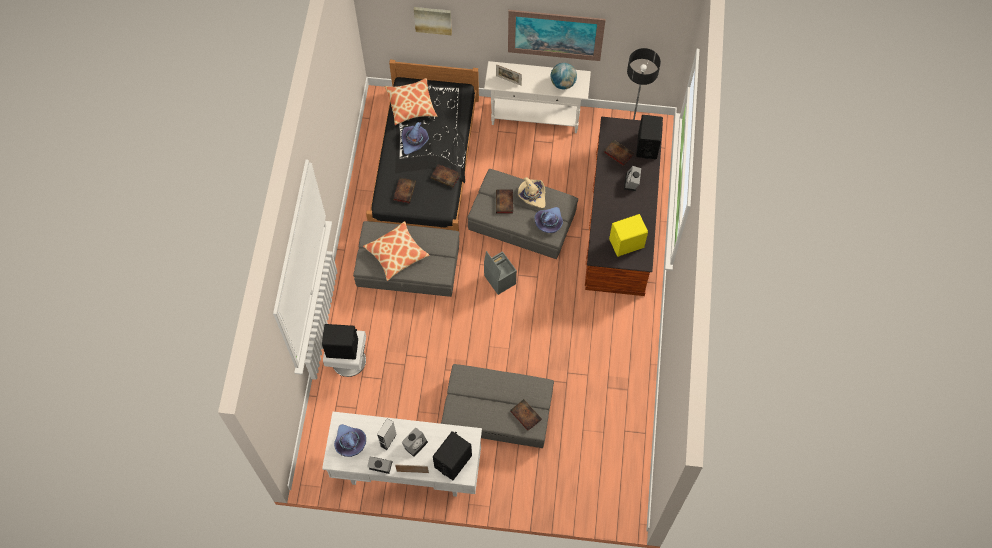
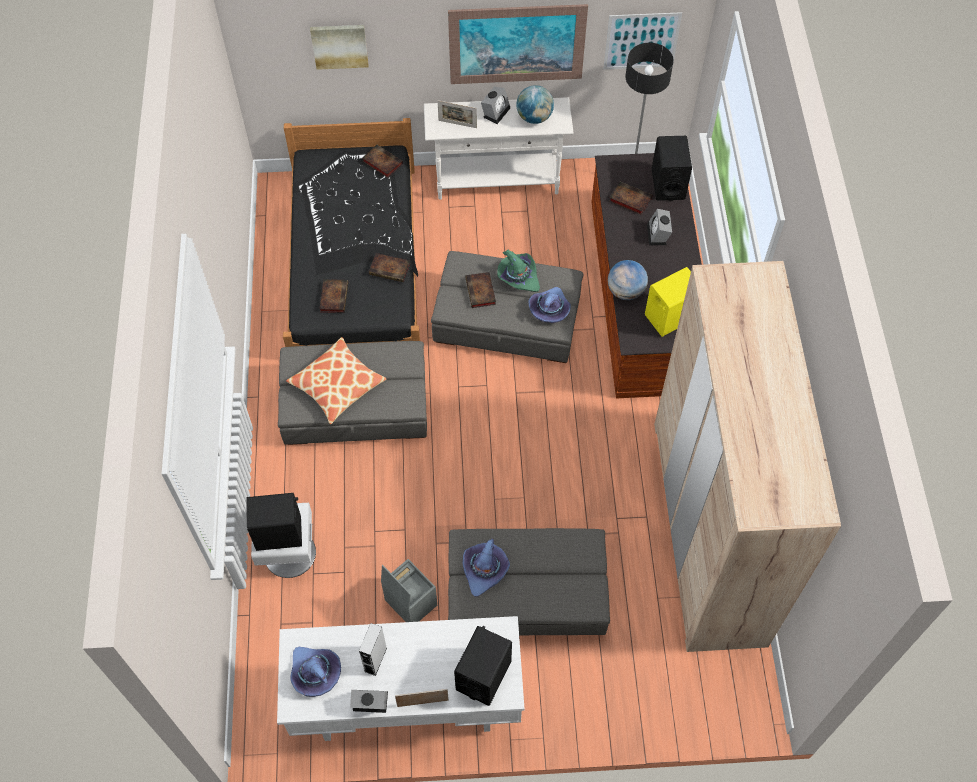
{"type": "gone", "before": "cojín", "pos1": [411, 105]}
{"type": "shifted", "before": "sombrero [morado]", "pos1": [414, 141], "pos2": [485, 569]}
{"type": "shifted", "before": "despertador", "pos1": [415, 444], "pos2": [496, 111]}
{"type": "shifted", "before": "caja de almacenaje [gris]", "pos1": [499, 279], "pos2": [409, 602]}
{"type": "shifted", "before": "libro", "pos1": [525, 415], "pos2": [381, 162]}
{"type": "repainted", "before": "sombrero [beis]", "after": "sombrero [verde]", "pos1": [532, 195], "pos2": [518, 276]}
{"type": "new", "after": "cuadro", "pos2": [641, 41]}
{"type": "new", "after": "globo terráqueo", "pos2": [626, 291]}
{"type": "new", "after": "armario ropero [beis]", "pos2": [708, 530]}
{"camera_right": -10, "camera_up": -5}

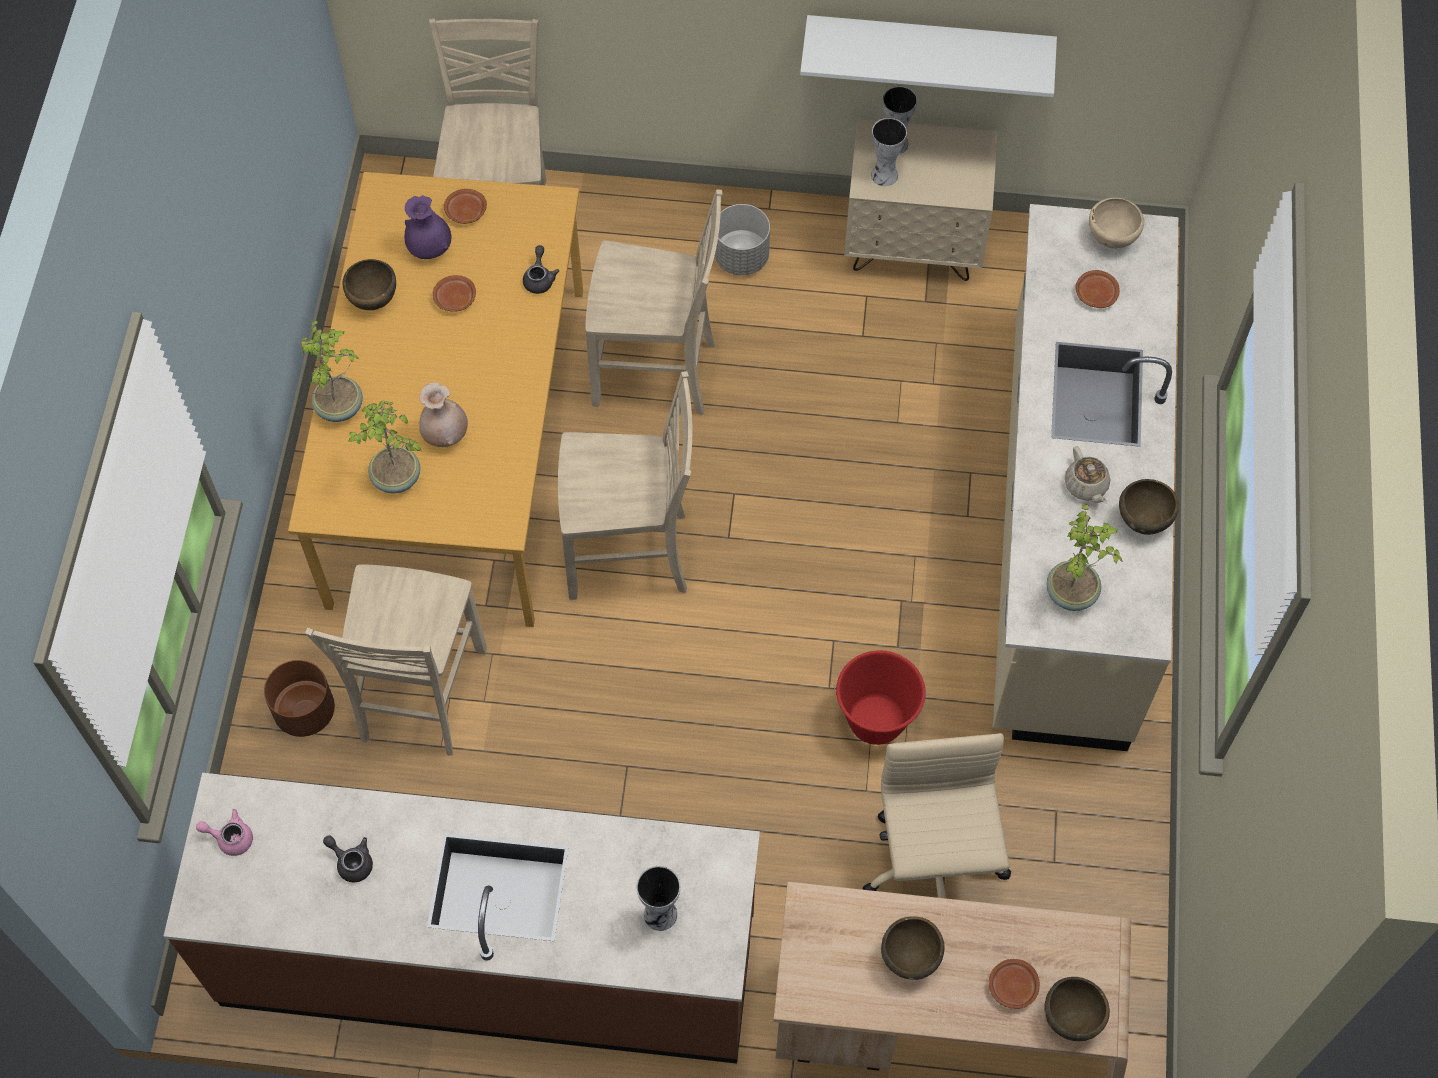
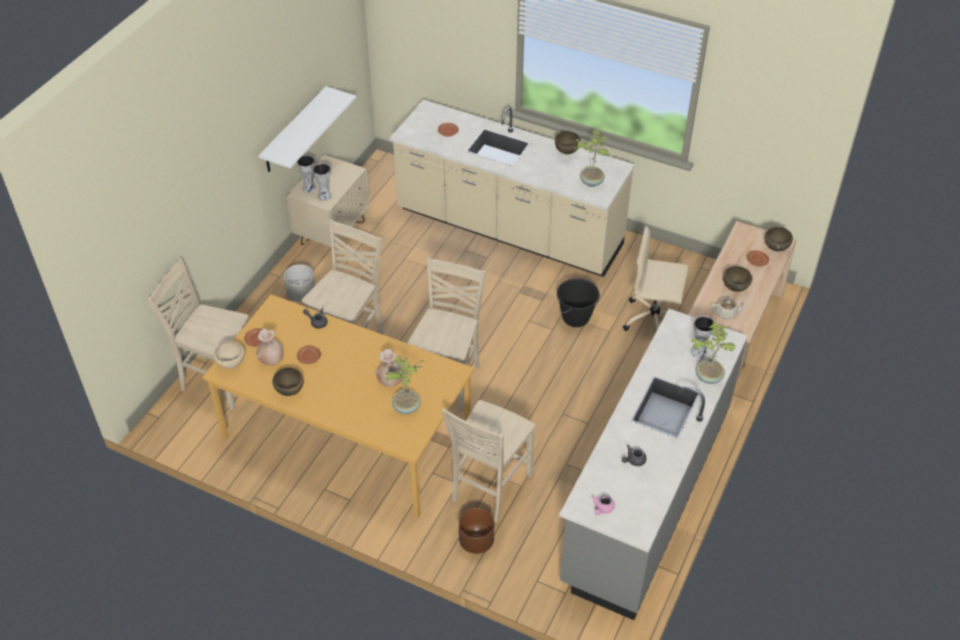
{"type": "repainted", "before": "mueble bajo de cocina [marrón]", "after": "mueble bajo de cocina [gris]", "pos1": [489, 959], "pos2": [645, 495]}
{"type": "shifted", "before": "planta en maceta", "pos1": [340, 406], "pos2": [708, 376]}
{"type": "rotated", "before": "silla [beis]", "pos1": [419, 697], "pos2": [489, 488], "turn": 90}
{"type": "repainted", "before": "florero [morado]", "after": "florero [beis]", "pos1": [430, 249], "pos2": [271, 360]}
{"type": "repainted", "before": "cubo [rojo]", "after": "cubo [negro]", "pos1": [876, 720], "pos2": [576, 318]}
{"type": "shifted", "before": "tetera [beis]", "pos1": [1086, 486], "pos2": [726, 313]}
{"type": "shifted", "before": "cuenco [beis]", "pos1": [1110, 239], "pos2": [231, 365]}
{"camera_right": -70, "camera_up": -15}

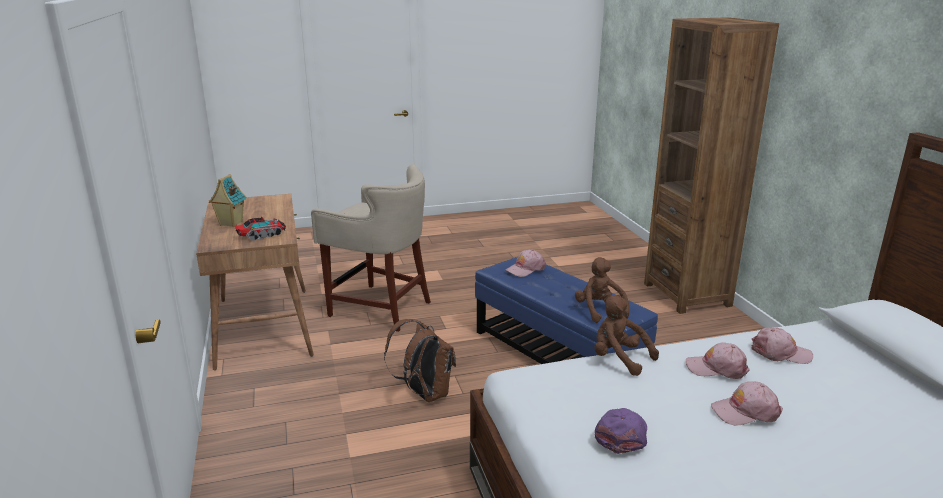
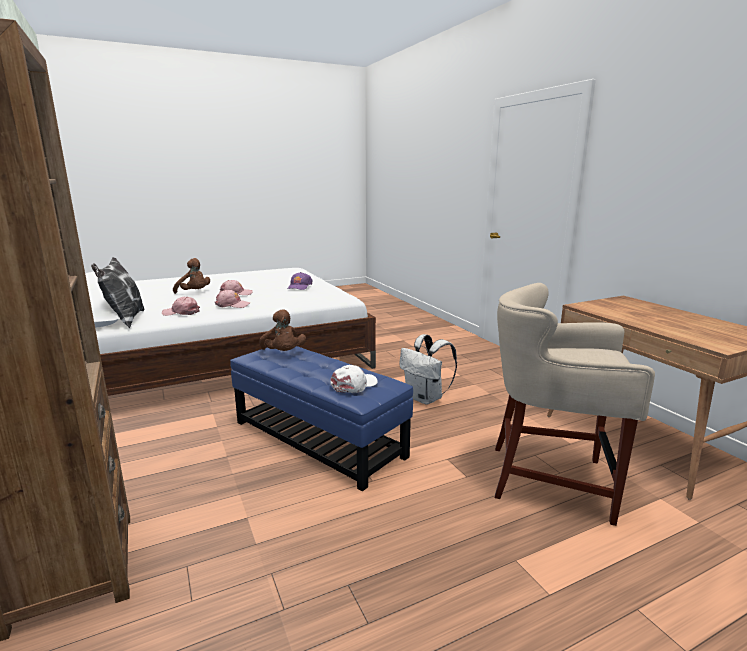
{"type": "gone", "before": "casita", "pos1": [230, 224]}
{"type": "gone", "before": "camión de juguete", "pos1": [262, 235]}
{"type": "repainted", "before": "mochila [marrón]", "after": "mochila [blanco]", "pos1": [424, 393], "pos2": [426, 398]}
{"type": "repainted", "before": "gorra [rosa]", "after": "gorra [blanco]", "pos1": [525, 269], "pos2": [354, 385]}
{"type": "shifted", "before": "peluche [marrón]", "pos1": [619, 359], "pos2": [194, 293]}
{"type": "new", "after": "cojín", "pos2": [125, 320]}
{"camera_right": 170, "camera_up": -5}

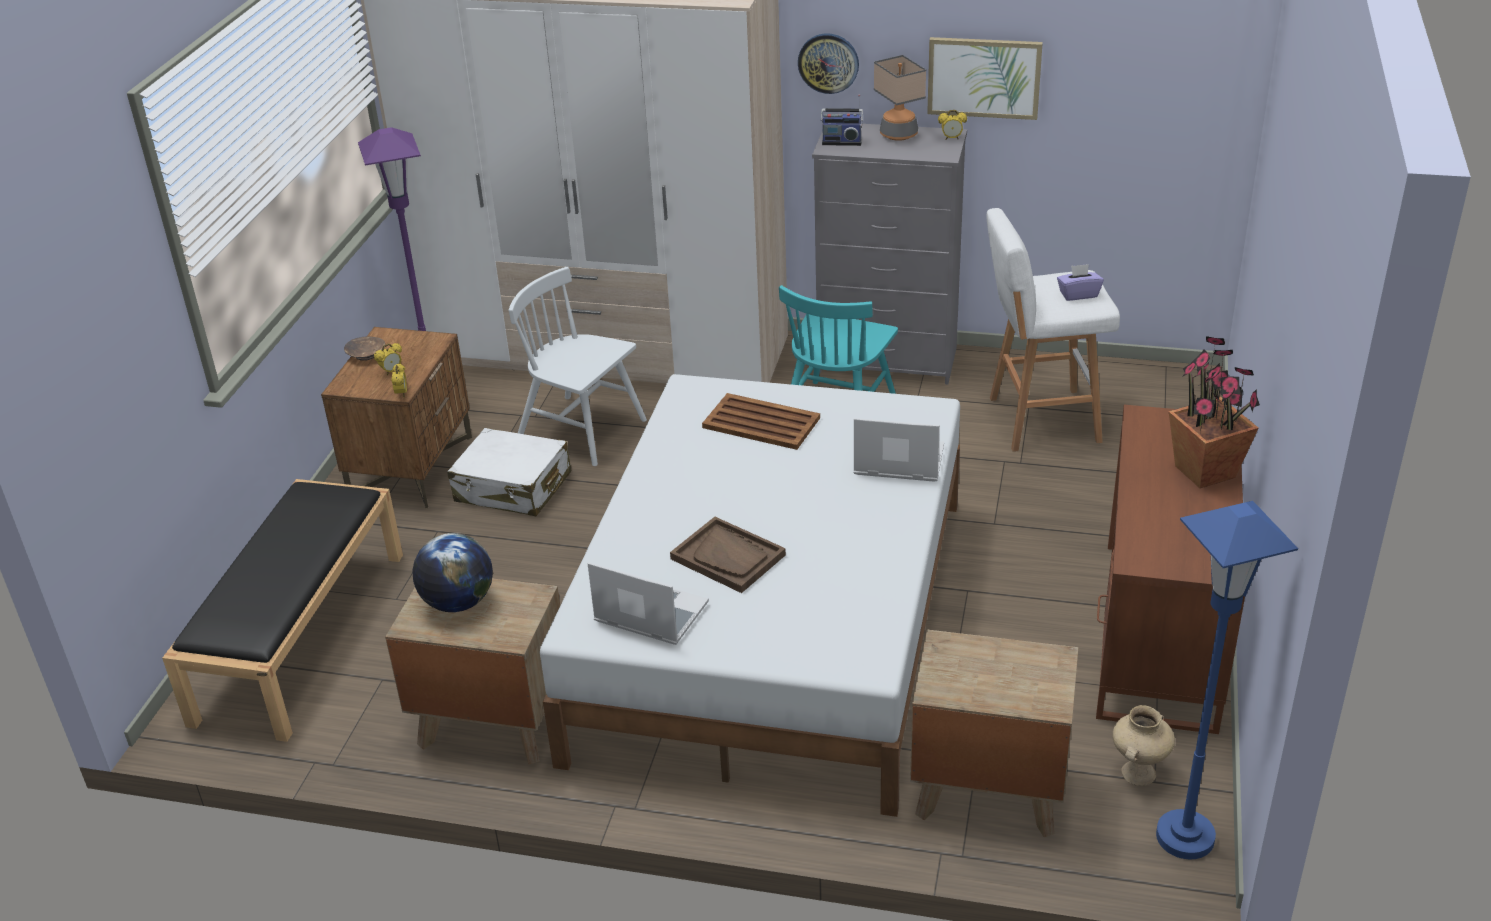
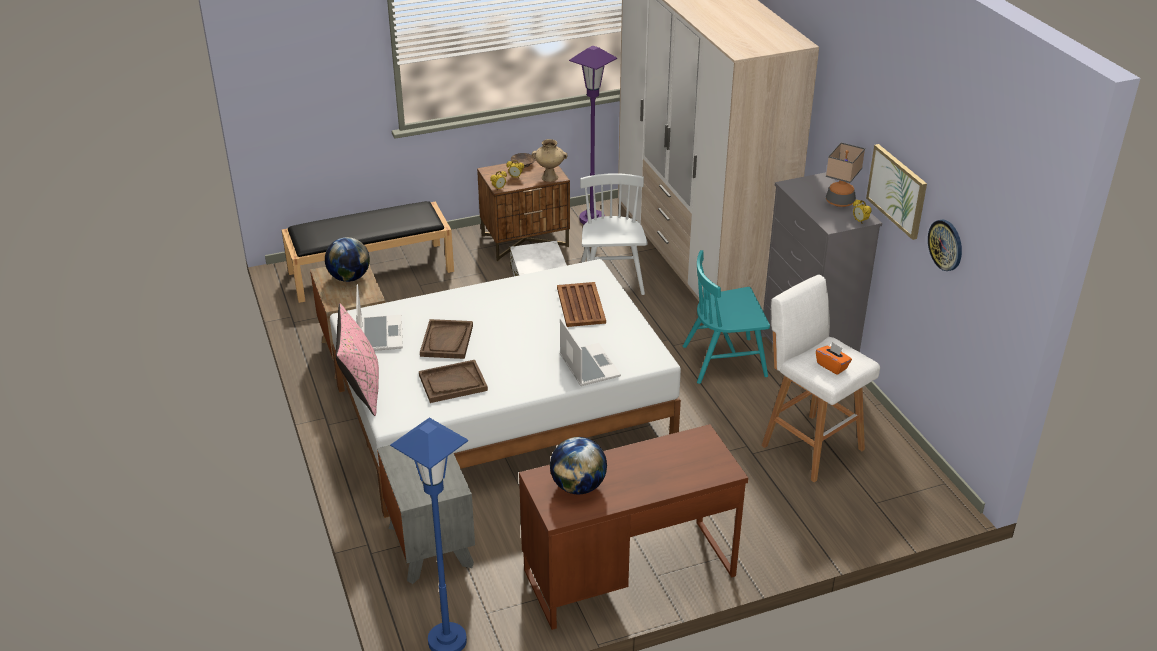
{"type": "shifted", "before": "reloj de pared", "pos1": [828, 63], "pos2": [946, 245]}
{"type": "gone", "before": "radio", "pos1": [842, 141]}
{"type": "repainted", "before": "mesita de noche [marrón]", "after": "mesita de noche [gris]", "pos1": [987, 789], "pos2": [430, 545]}
{"type": "repainted", "before": "caja de pañuelos [morado]", "after": "caja de pañuelos [naranja]", "pos1": [1078, 294], "pos2": [832, 366]}
{"type": "shifted", "before": "florero [beis]", "pos1": [1138, 772], "pos2": [550, 177]}
{"type": "gone", "before": "planta en maceta", "pos1": [1206, 472]}
{"type": "new", "after": "cojín [rosa]", "pos2": [361, 390]}
{"type": "new", "after": "bandeja [marrón]", "pos2": [453, 383]}
{"type": "new", "after": "globo terráqueo", "pos2": [578, 486]}
{"camera_right": 55, "camera_up": 0}

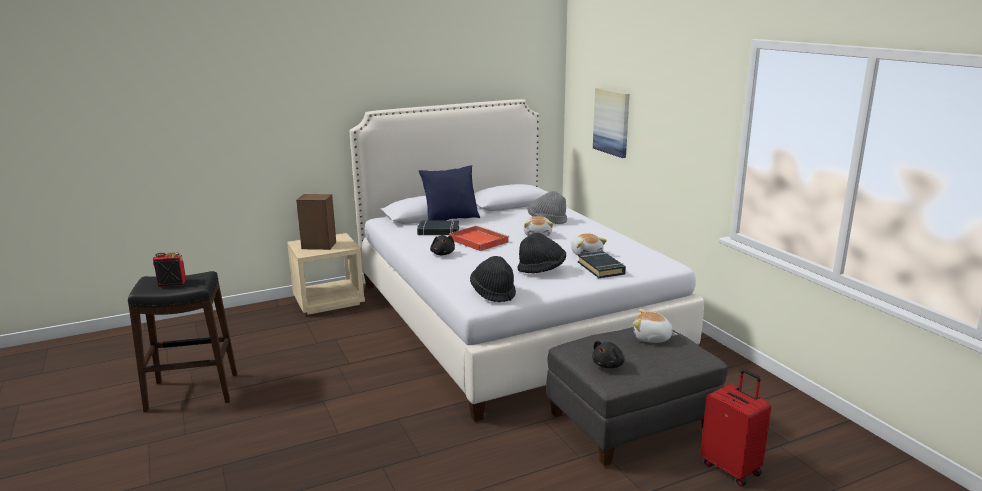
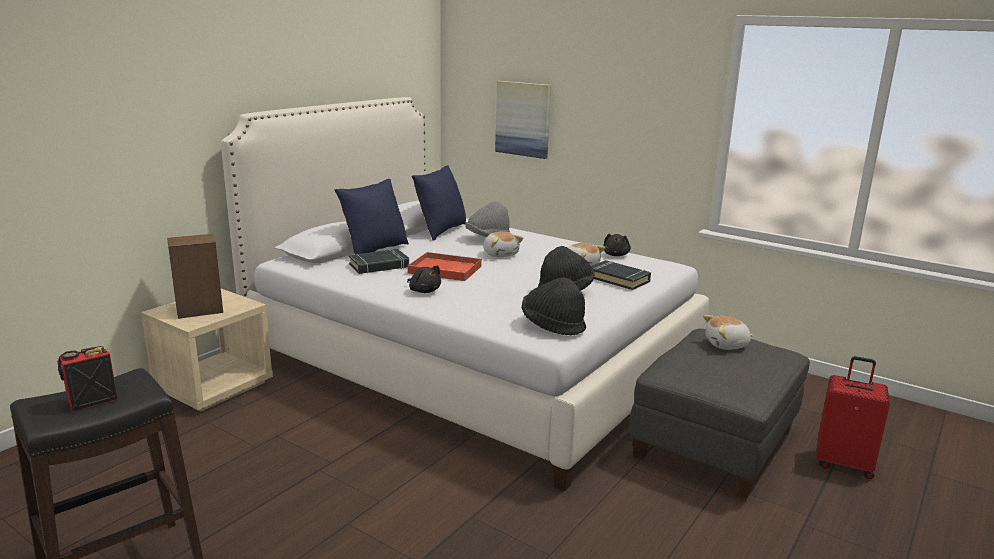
{"type": "shifted", "before": "peluche [negro]", "pos1": [608, 365], "pos2": [616, 255]}
{"type": "new", "after": "cojín [azul]", "pos2": [440, 231]}
{"camera_right": -30, "camera_up": 0}

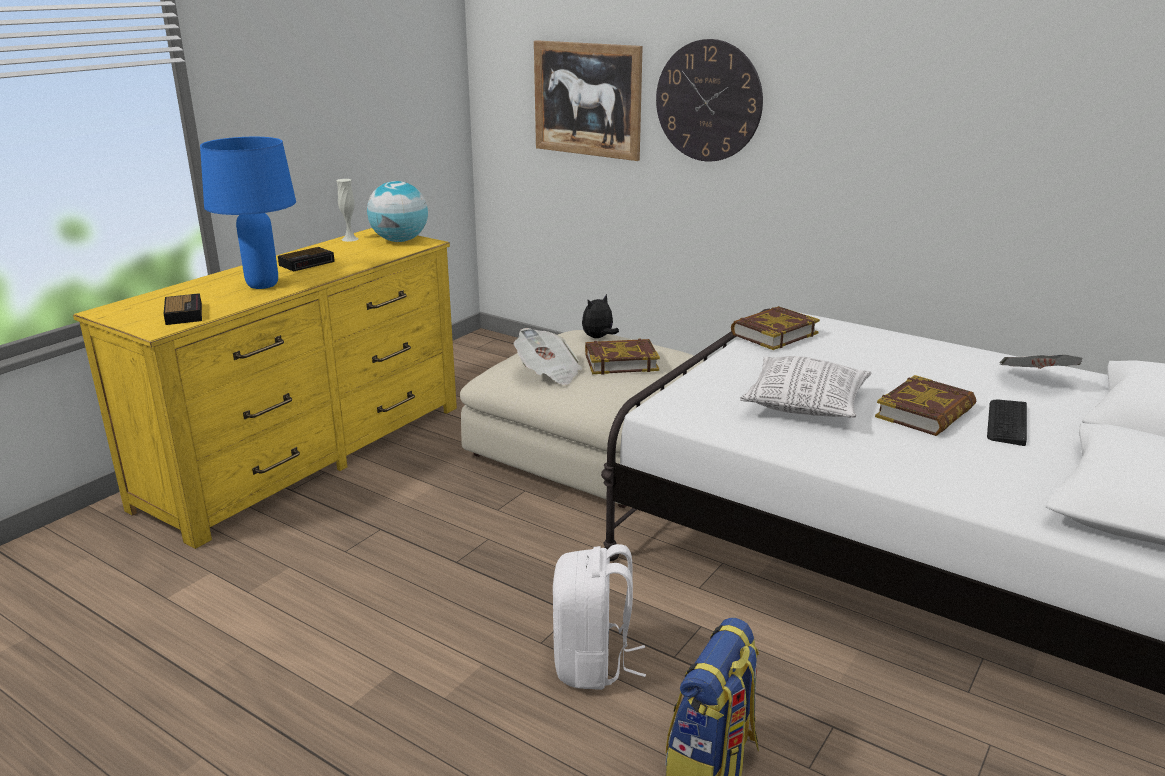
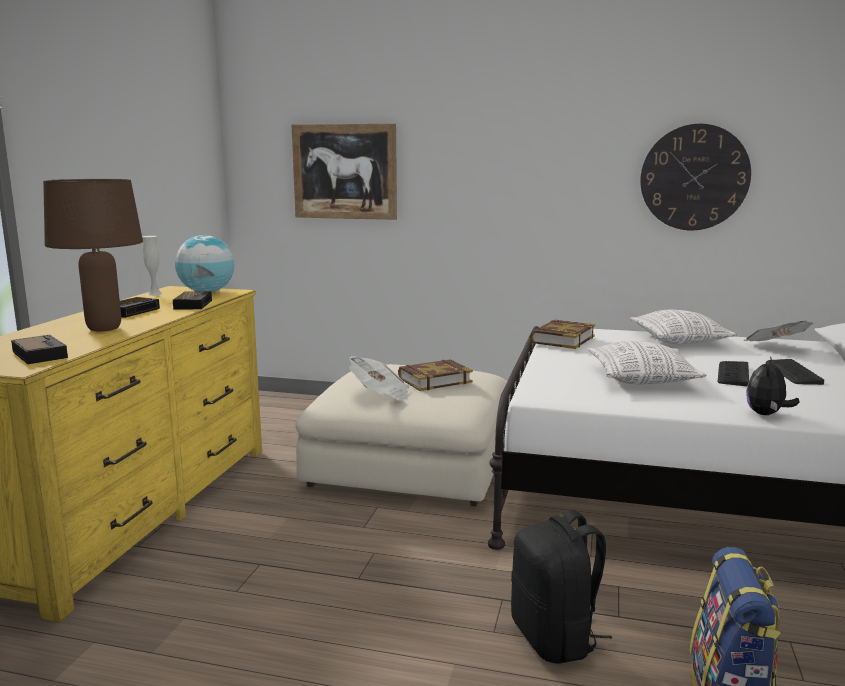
{"type": "repainted", "before": "lámpara de mesa [azul]", "after": "lámpara de mesa [marrón]", "pos1": [262, 285], "pos2": [104, 329]}
{"type": "repainted", "before": "mochila [blanco]", "after": "mochila [negro]", "pos1": [593, 663], "pos2": [555, 638]}
{"type": "shifted", "before": "peluche", "pos1": [598, 338], "pos2": [766, 414]}
{"type": "shifted", "before": "reloj de pared", "pos1": [708, 101], "pos2": [694, 177]}
{"type": "swapped", "before": "libro", "after": "teclado", "pos1": [925, 413], "pos2": [733, 374]}
{"type": "new", "after": "despertador", "pos2": [193, 304]}
{"type": "new", "after": "cojín", "pos2": [680, 340]}
{"camera_right": -20, "camera_up": -10}

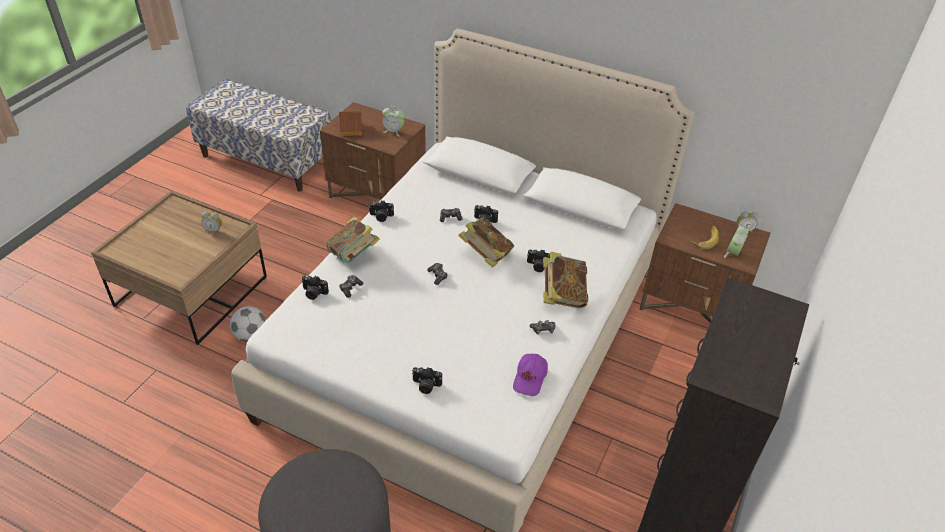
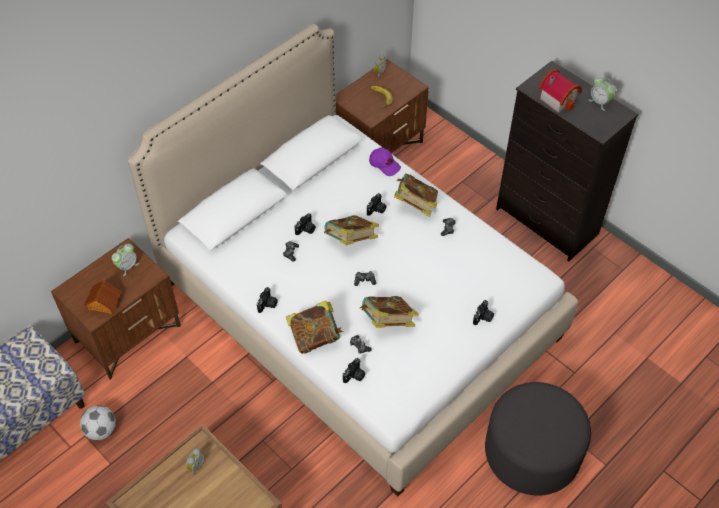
{"type": "shifted", "before": "balón de fútbol", "pos1": [251, 336], "pos2": [101, 430]}
{"type": "shifted", "before": "gorra [morado]", "pos1": [530, 379], "pos2": [384, 165]}
{"type": "shifted", "before": "despertador", "pos1": [733, 253], "pos2": [600, 102]}
{"type": "new", "after": "libro", "pos2": [387, 322]}
{"type": "new", "after": "casita", "pos2": [558, 98]}
{"camera_right": -70, "camera_up": 10}

